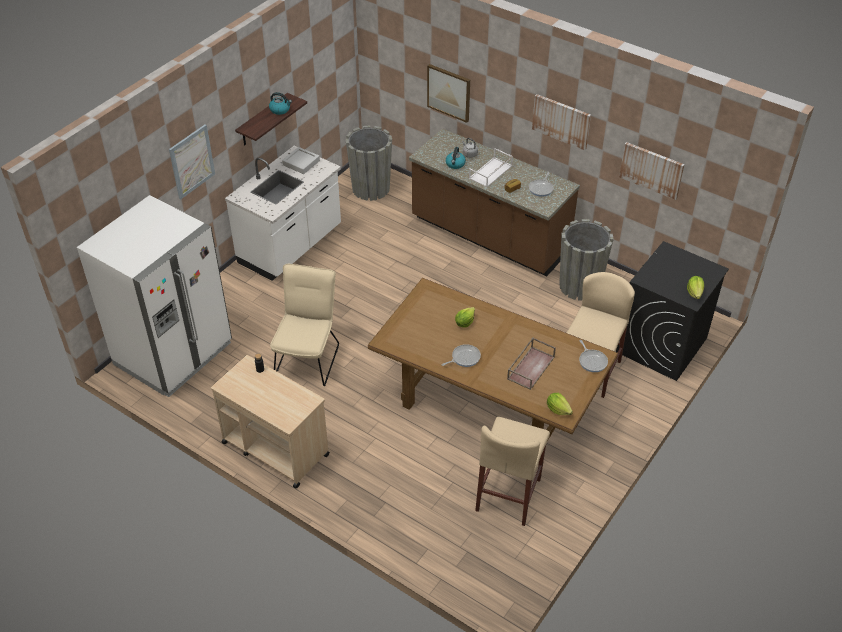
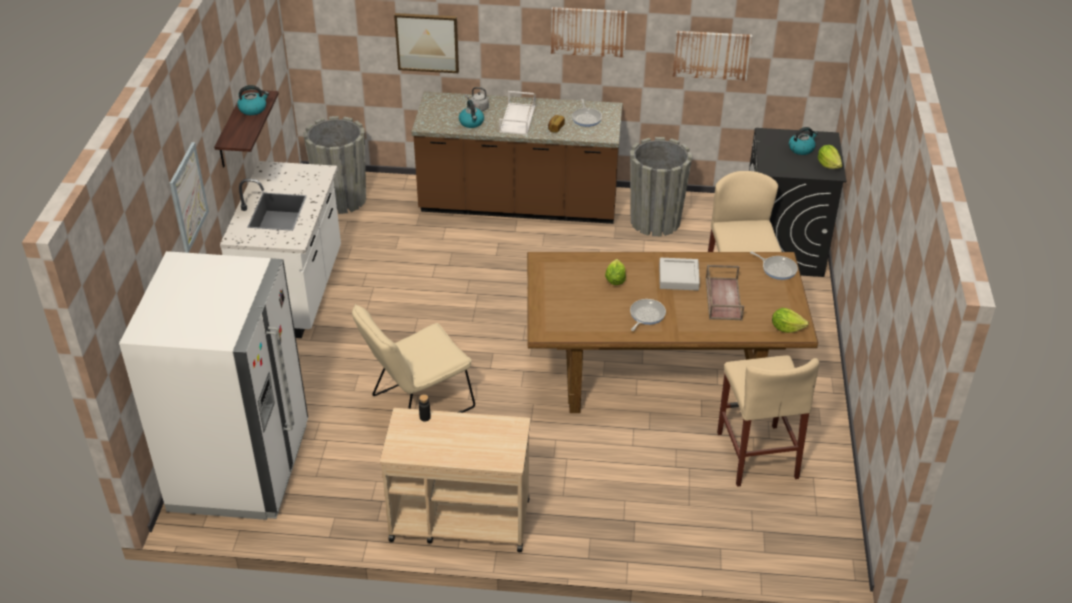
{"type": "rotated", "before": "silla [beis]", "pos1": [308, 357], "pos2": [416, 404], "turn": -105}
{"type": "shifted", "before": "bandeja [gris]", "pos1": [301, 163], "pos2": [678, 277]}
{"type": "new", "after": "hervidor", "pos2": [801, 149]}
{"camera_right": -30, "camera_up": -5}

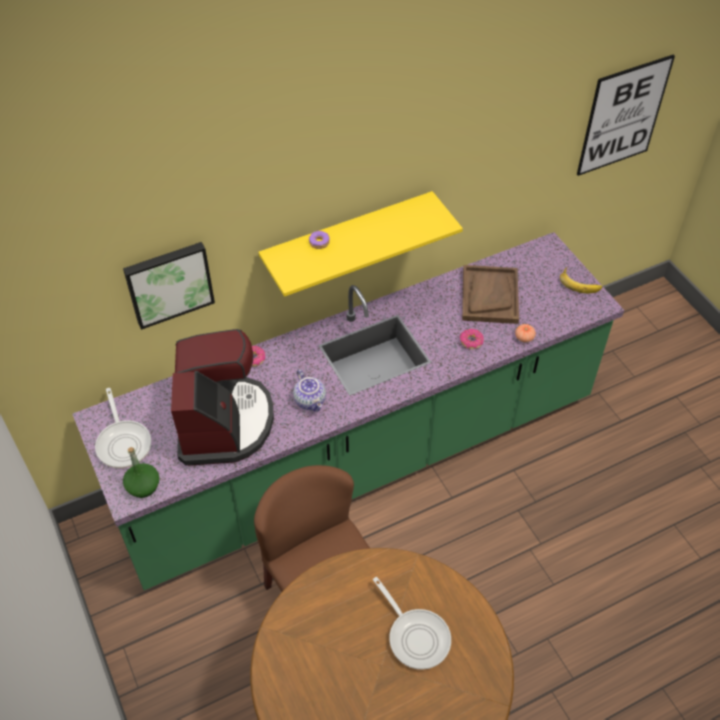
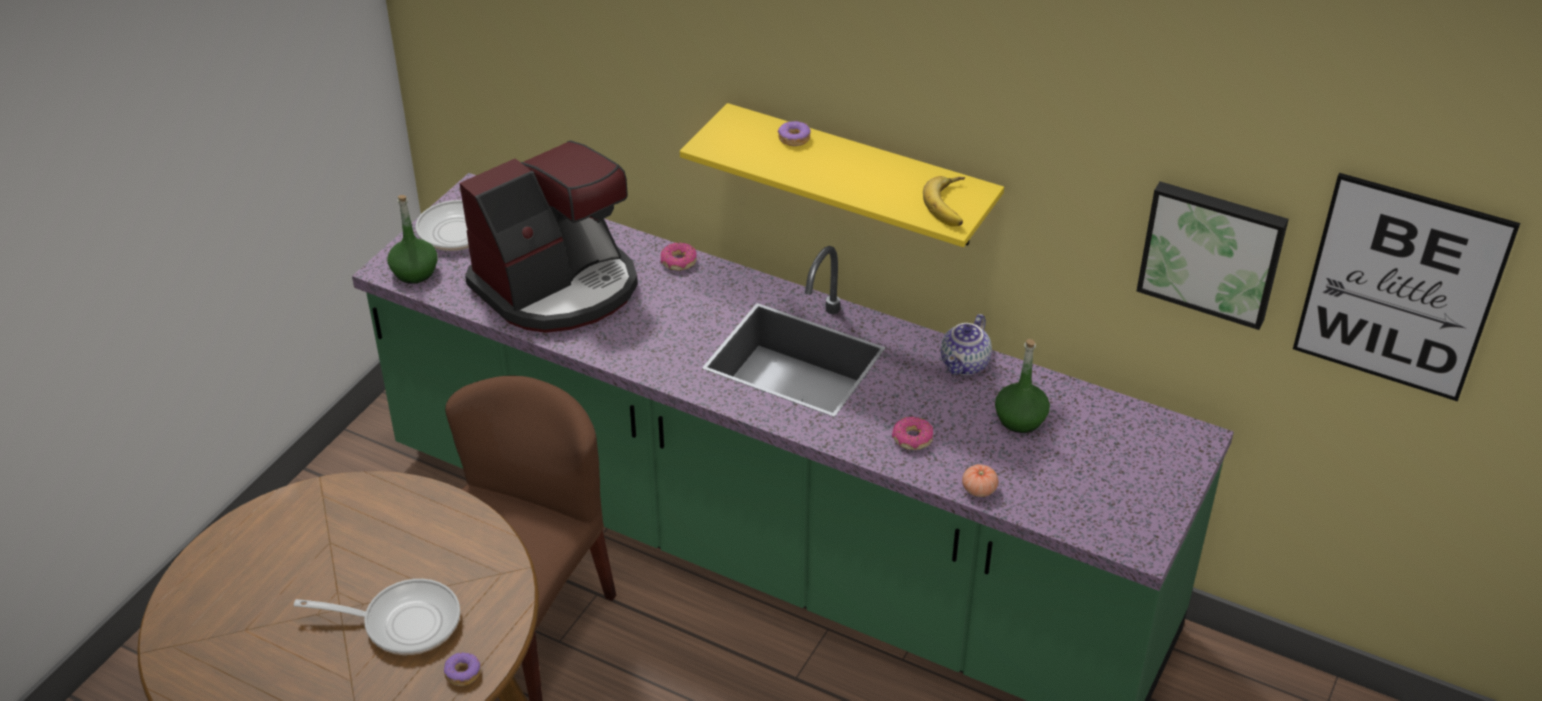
{"type": "shifted", "before": "cuadro", "pos1": [169, 283], "pos2": [1212, 251]}
{"type": "shifted", "before": "tetera", "pos1": [311, 401], "pos2": [965, 365]}
{"type": "rotated", "before": "sartén", "pos1": [416, 636], "pos2": [404, 622], "turn": -105}
{"type": "swapped", "before": "bandeja [marrón]", "after": "botella [verde]", "pos1": [489, 295], "pos2": [1020, 419]}
{"type": "shifted", "before": "plátano", "pos1": [580, 282], "pos2": [952, 205]}
{"type": "new", "after": "rosquilla", "pos2": [462, 673]}
{"camera_right": 55, "camera_up": -10}

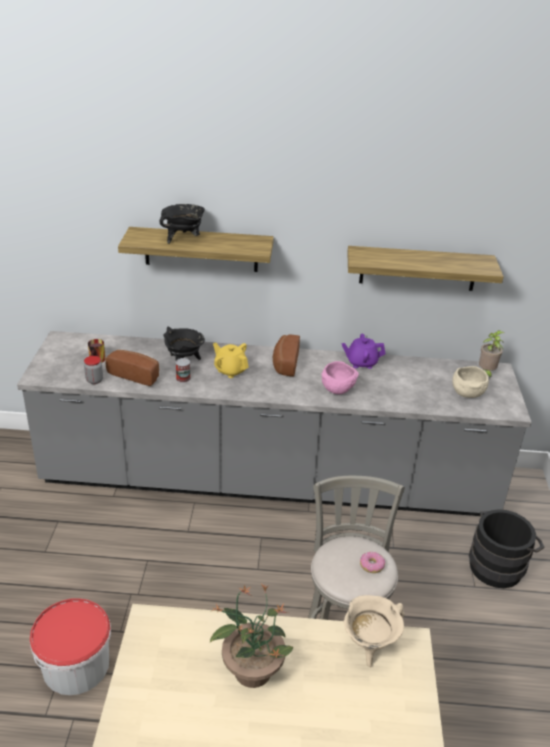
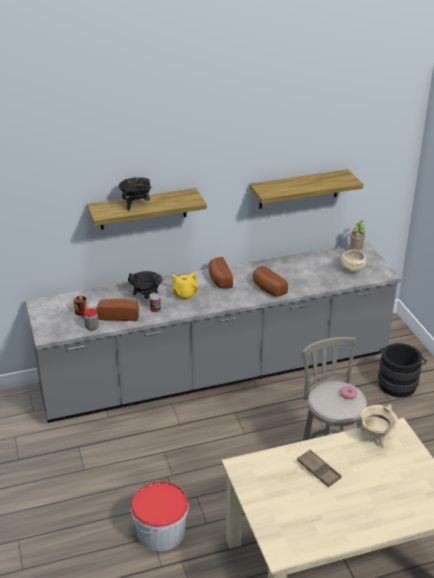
{"type": "swapped", "before": "planta en maceta", "after": "bandeja [marrón]", "pos1": [252, 670], "pos2": [318, 470]}
{"type": "rotated", "before": "tetera [amarillo]", "pos1": [230, 370], "pos2": [185, 295], "turn": -75}
{"type": "swapped", "before": "cuenco [rosa]", "after": "pan", "pos1": [338, 390], "pos2": [267, 289]}
{"type": "gone", "before": "tetera [morado]", "pos1": [361, 363]}
{"camera_right": -20, "camera_up": 0}

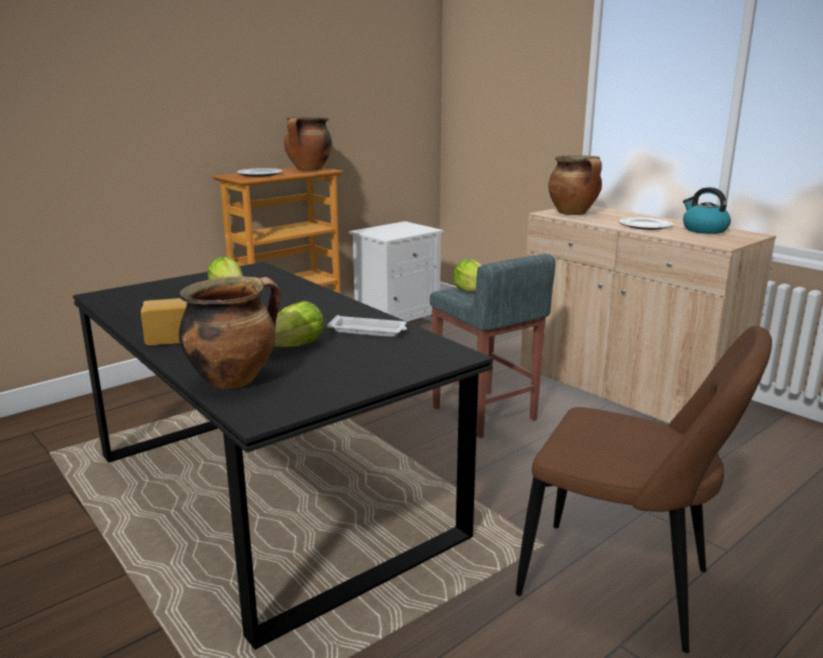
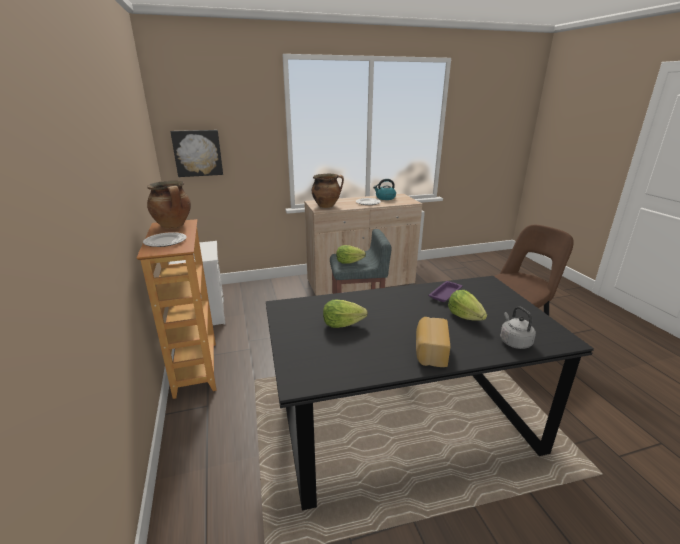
{"type": "swapped", "before": "olla", "after": "hervidor [gris]", "pos1": [234, 379], "pos2": [514, 341]}
{"type": "repainted", "before": "bandeja [blanco]", "after": "bandeja [morado]", "pos1": [369, 331], "pos2": [445, 293]}
{"type": "new", "after": "cuadro", "pos2": [197, 153]}
{"camera_right": -65, "camera_up": 5}

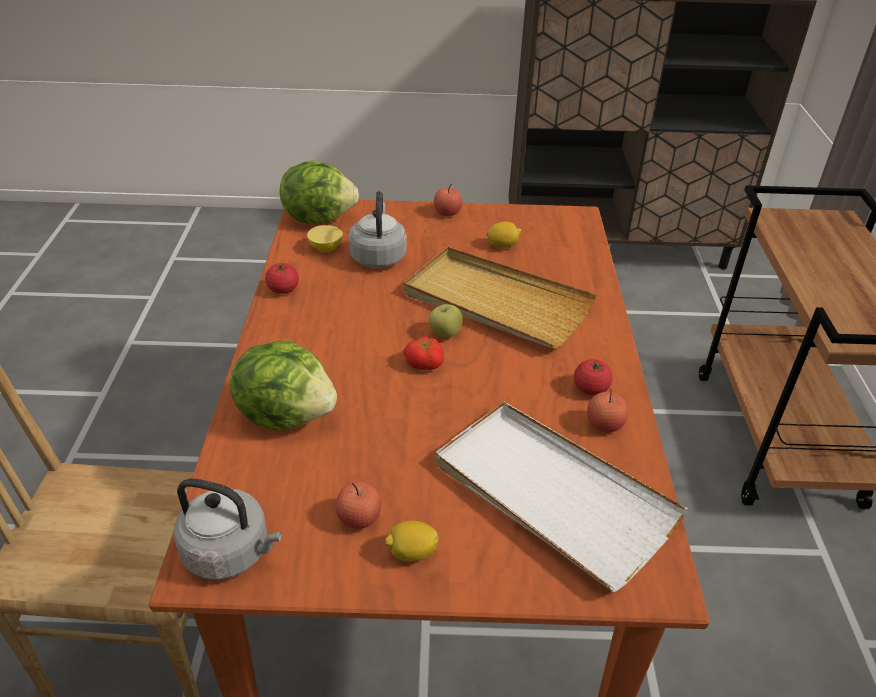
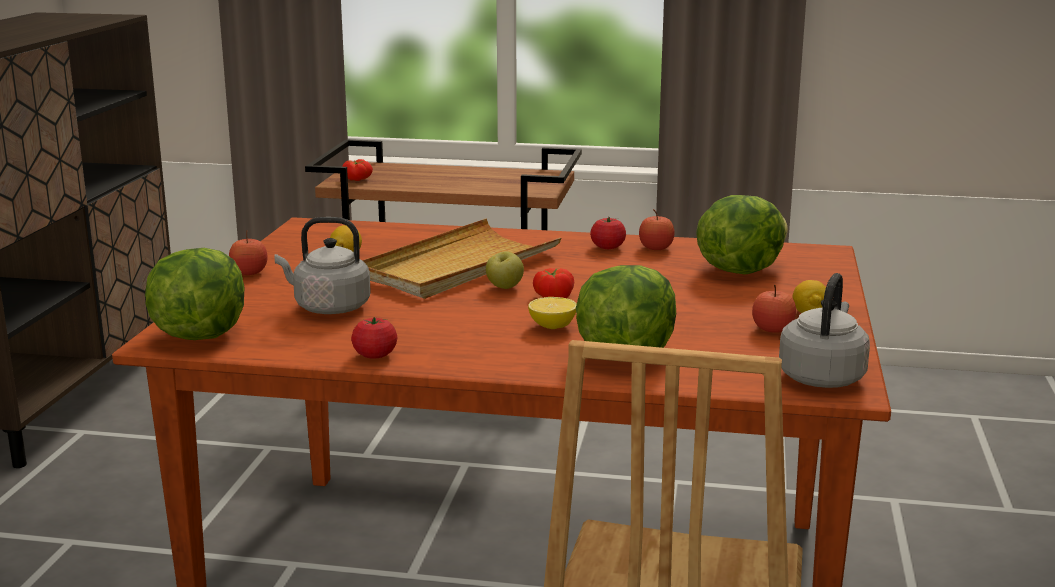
{"type": "shifted", "before": "limón", "pos1": [325, 248], "pos2": [552, 326]}
{"type": "swapped", "before": "bandeja [blanco]", "after": "lechuga", "pos1": [551, 495], "pos2": [739, 270]}
{"type": "new", "after": "tomate", "pos2": [357, 180]}
{"camera_right": -80, "camera_up": -20}

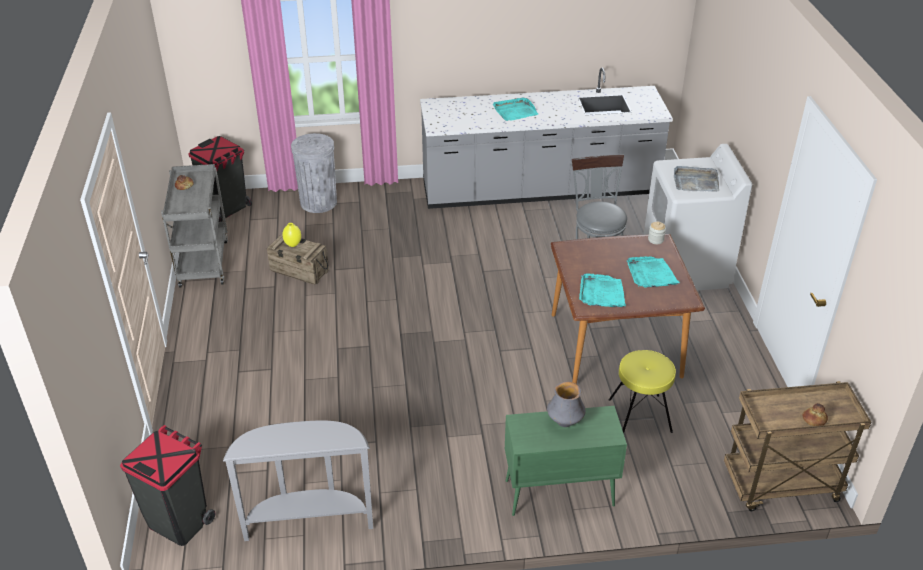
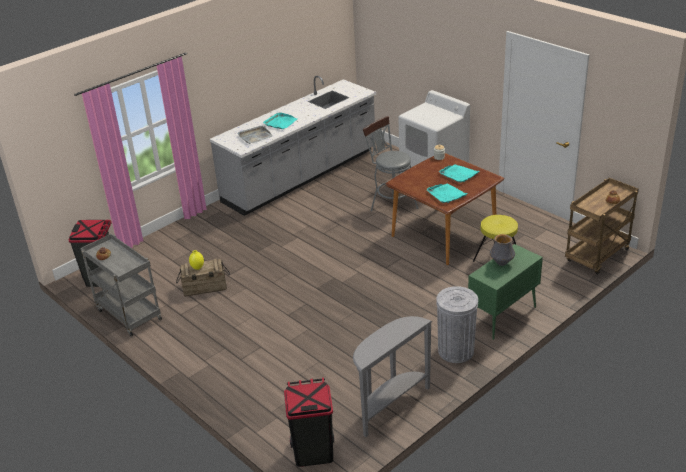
{"type": "shifted", "before": "papelera [gris]", "pos1": [318, 202], "pos2": [456, 351]}
{"type": "shifted", "before": "bandeja [gris]", "pos1": [695, 181], "pos2": [254, 136]}
{"camera_right": -35, "camera_up": -5}

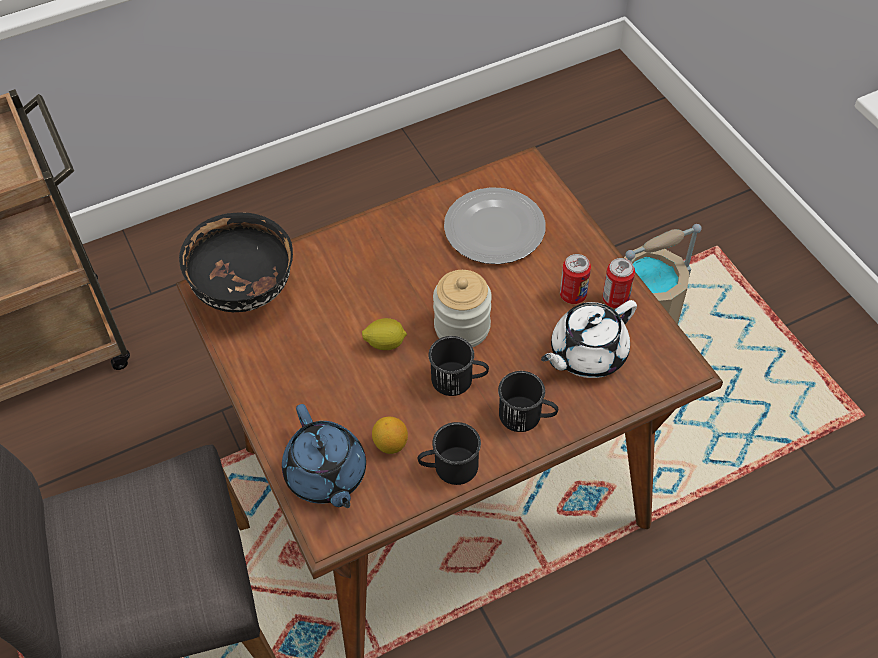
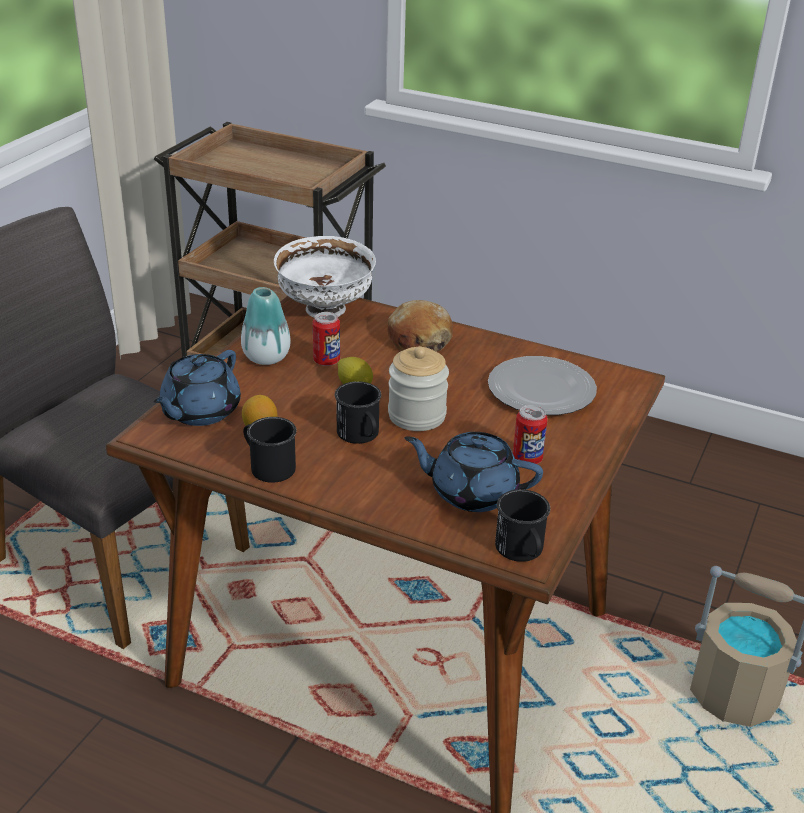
{"type": "repainted", "before": "cuenco [negro]", "after": "cuenco [blanco]", "pos1": [246, 293], "pos2": [326, 310]}
{"type": "shifted", "before": "taza grande [negro]", "pos1": [526, 417], "pos2": [522, 552]}
{"type": "repainted", "before": "tetera [blanco]", "after": "tetera [azul]", "pos1": [586, 354], "pos2": [472, 492]}
{"type": "shifted", "before": "lata", "pos1": [615, 299], "pos2": [326, 361]}
{"type": "new", "after": "florero", "pos2": [266, 357]}
{"type": "new", "after": "pan", "pos2": [419, 339]}
{"camera_right": 50, "camera_up": -20}

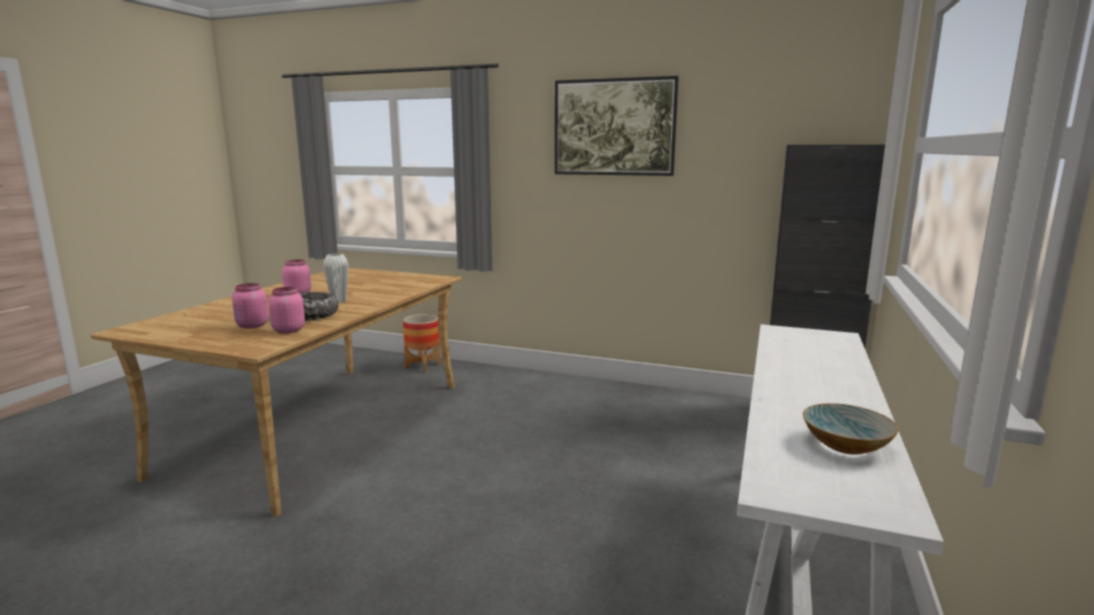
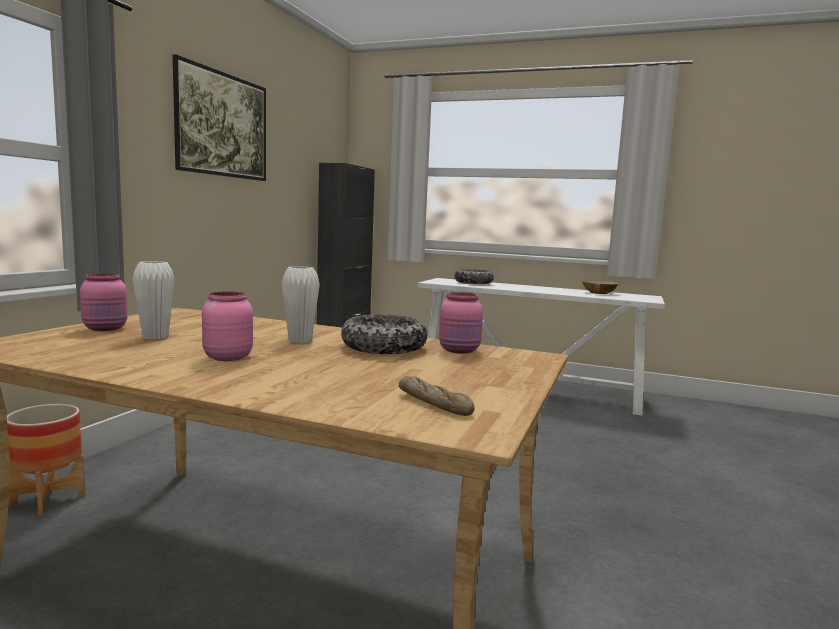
{"type": "shifted", "before": "tarro [rosa]", "pos1": [252, 326], "pos2": [106, 328]}
{"type": "new", "after": "florero [blanco]", "pos2": [155, 337]}
{"type": "new", "after": "pan", "pos2": [434, 403]}
{"type": "new", "after": "cuenco", "pos2": [473, 283]}
{"camera_right": -90, "camera_up": -5}

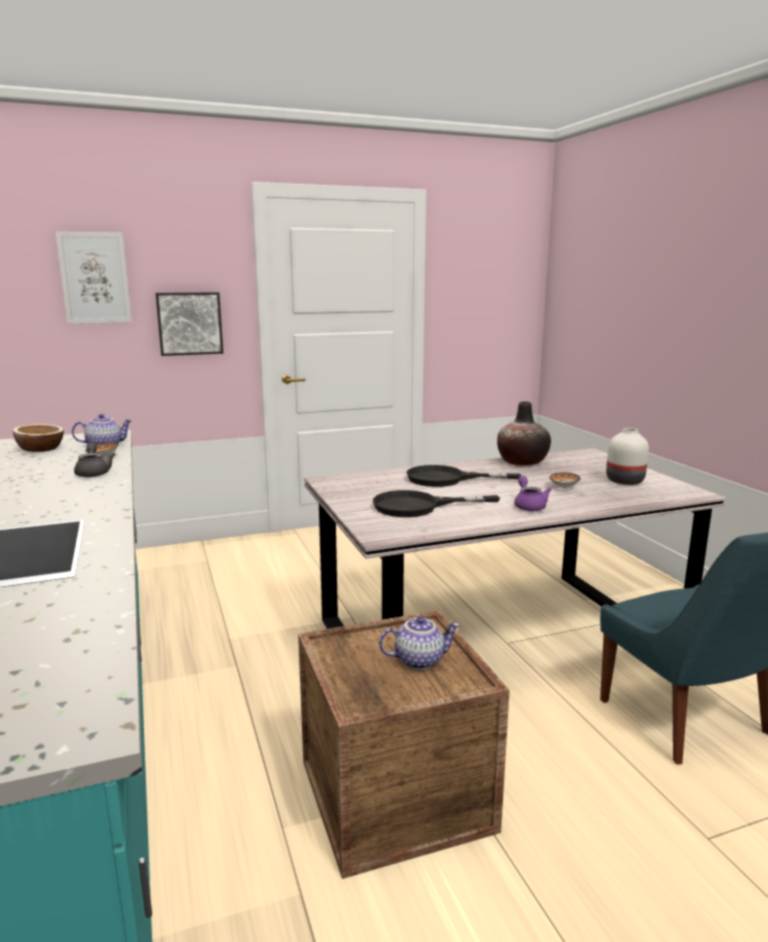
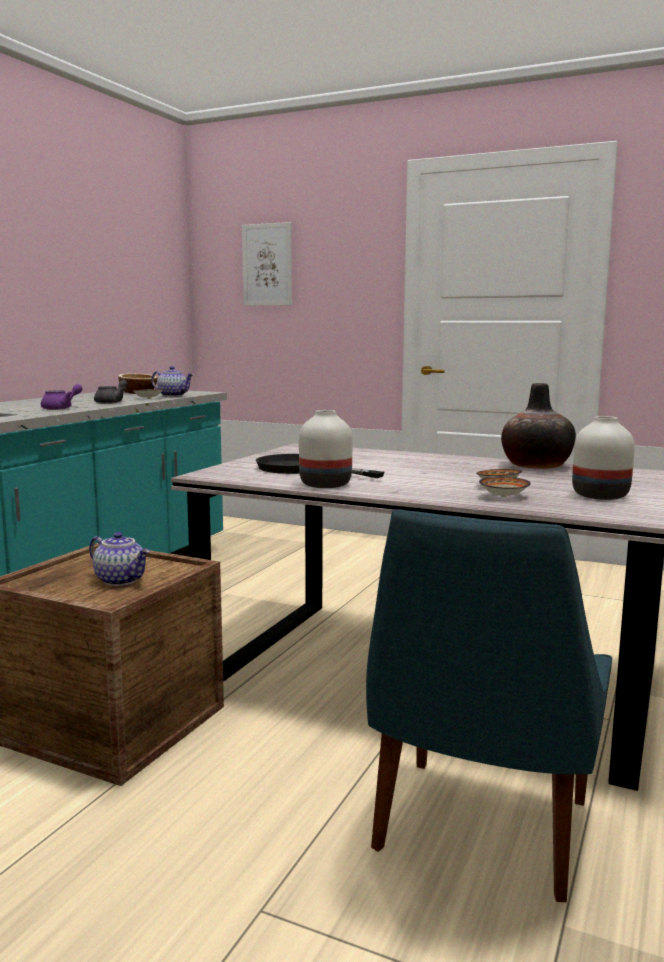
{"type": "gone", "before": "cuadro", "pos1": [189, 323]}
{"type": "gone", "before": "sartén [negro]", "pos1": [446, 479]}
{"type": "shifted", "before": "tetera [morado]", "pos1": [529, 506], "pos2": [61, 408]}
{"type": "new", "after": "florero [blanco]", "pos2": [326, 485]}
{"type": "new", "after": "cuenco", "pos2": [504, 496]}
{"camera_right": 45, "camera_up": -5}

